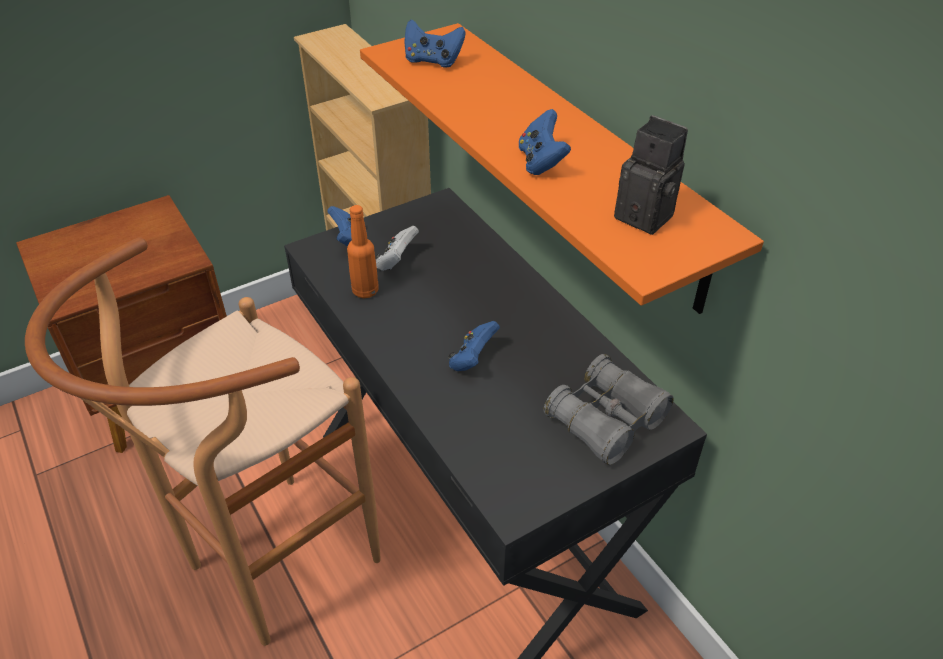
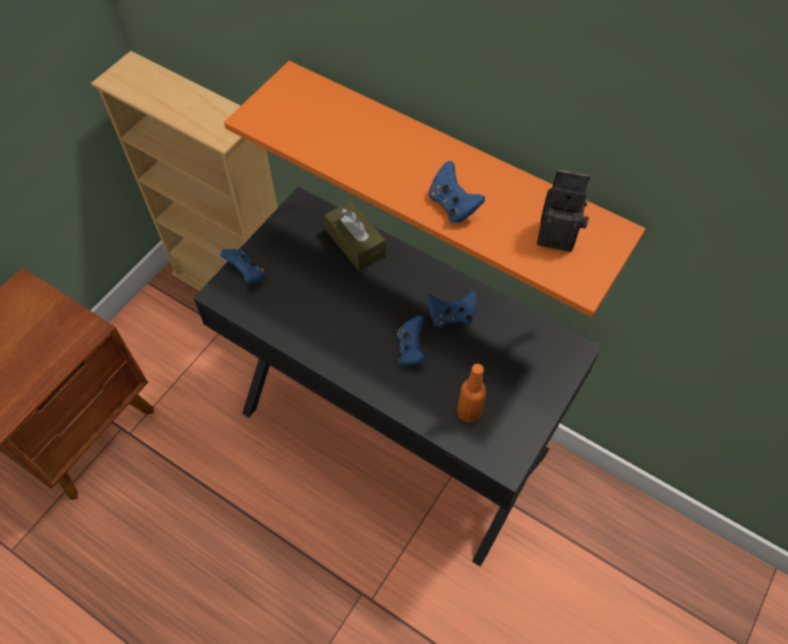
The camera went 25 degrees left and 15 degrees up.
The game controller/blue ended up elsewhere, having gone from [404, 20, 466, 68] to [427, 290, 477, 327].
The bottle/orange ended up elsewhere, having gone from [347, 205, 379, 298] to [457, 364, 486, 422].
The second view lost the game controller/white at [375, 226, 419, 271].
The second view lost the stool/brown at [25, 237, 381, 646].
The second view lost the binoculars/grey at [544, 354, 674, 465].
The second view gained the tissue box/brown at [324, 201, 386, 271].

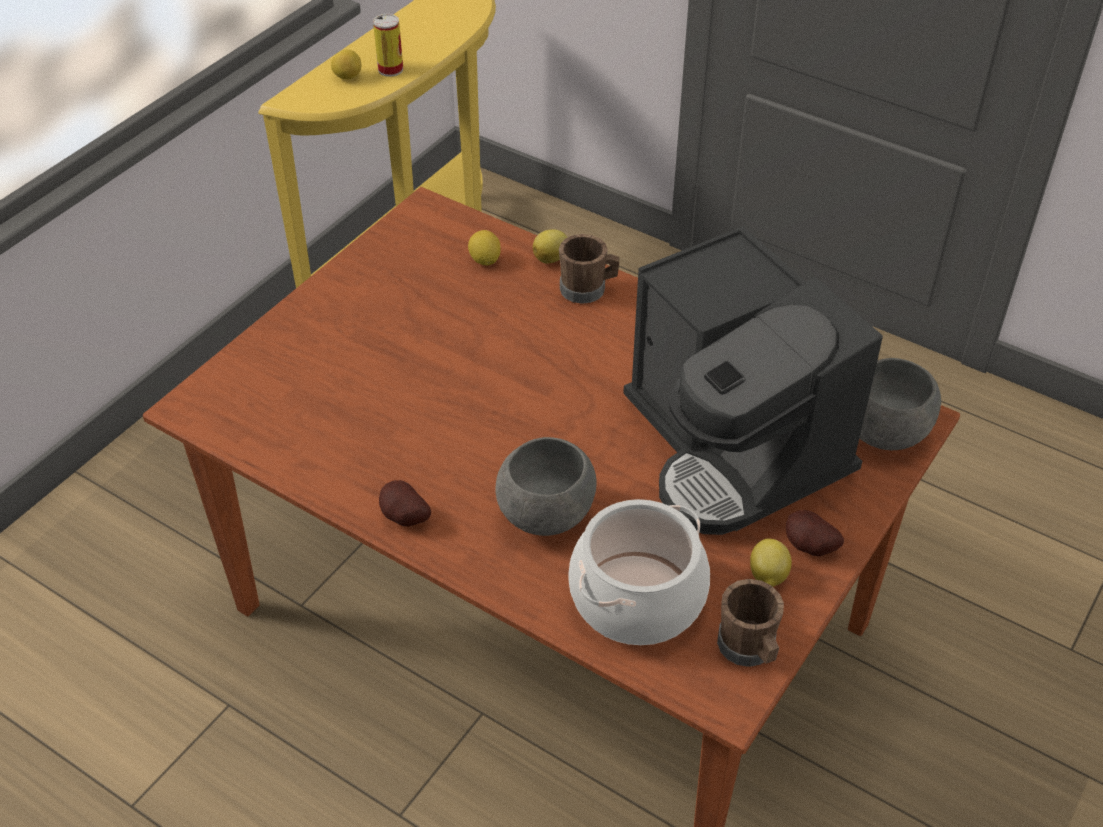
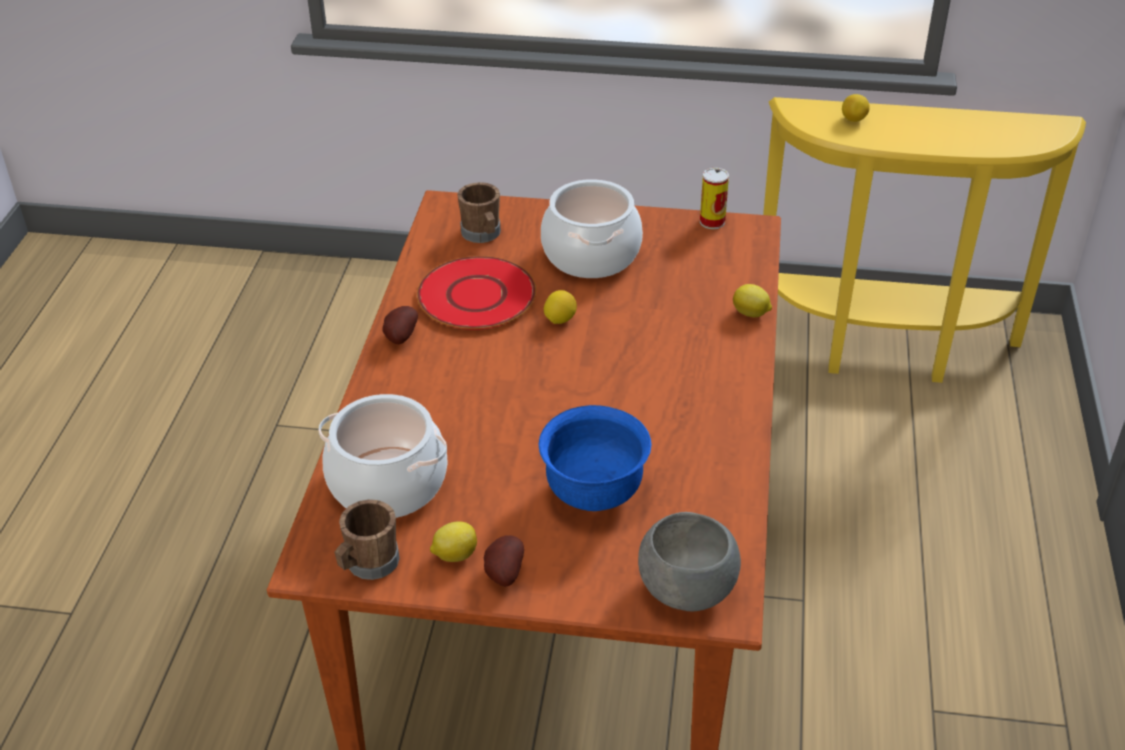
The camera went 65 degrees right and 5 degrees down.
The can ended up elsewhere, having gone from [373, 14, 403, 77] to [700, 168, 729, 229].
Where the coffee machine stood at [623, 226, 883, 535], the bowl/blue came to stand at [539, 405, 651, 511].
The lemon ended up elsewhere, having gone from [468, 230, 501, 266] to [544, 290, 577, 324].
The mug/brown ended up elsewhere, having gone from [559, 234, 619, 304] to [457, 182, 501, 243].
The second view lost the bowl/grey at [495, 437, 597, 536].
The second view gained the cooking pot at [541, 179, 643, 278].
The second view gained the plate/red at [417, 256, 536, 330].

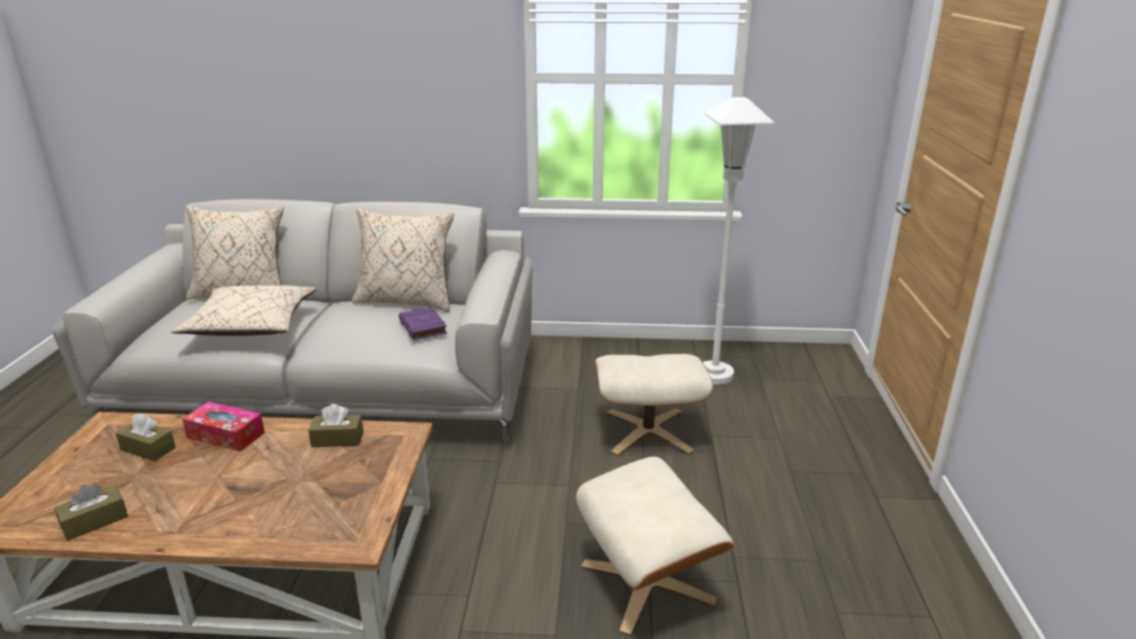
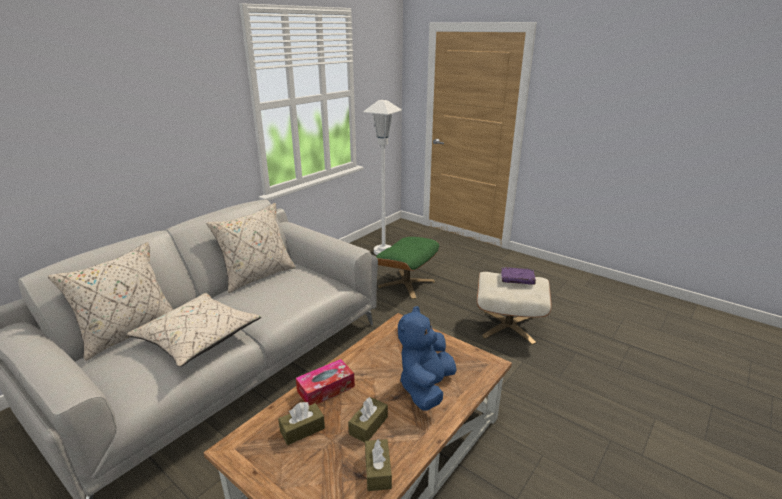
The camera went 55 degrees left and 0 degrees up.
The book/purple ended up elsewhere, having gone from [399, 307, 447, 340] to [501, 267, 536, 285].
What was the ottoman/beige at [594, 354, 713, 456] turned into the ottoman/green at [376, 237, 439, 299].
The tissue box/brown ended up elsewhere, having gone from [308, 404, 363, 447] to [348, 397, 388, 442].
The second view gained the plush toy/blue at [398, 306, 457, 411].

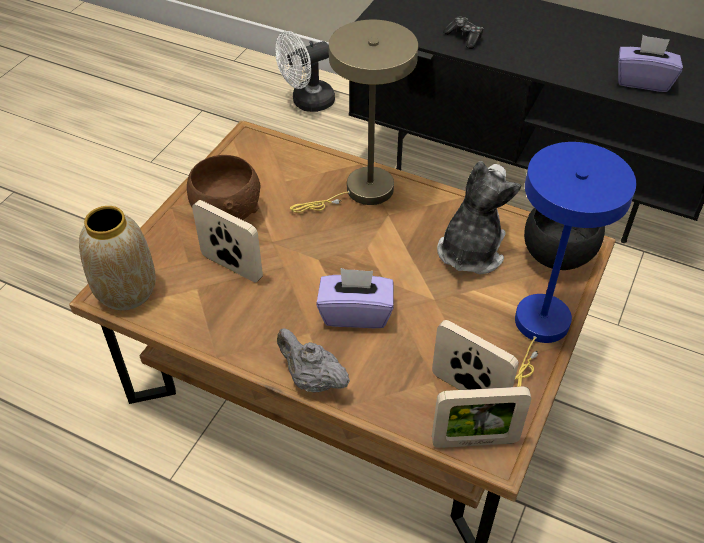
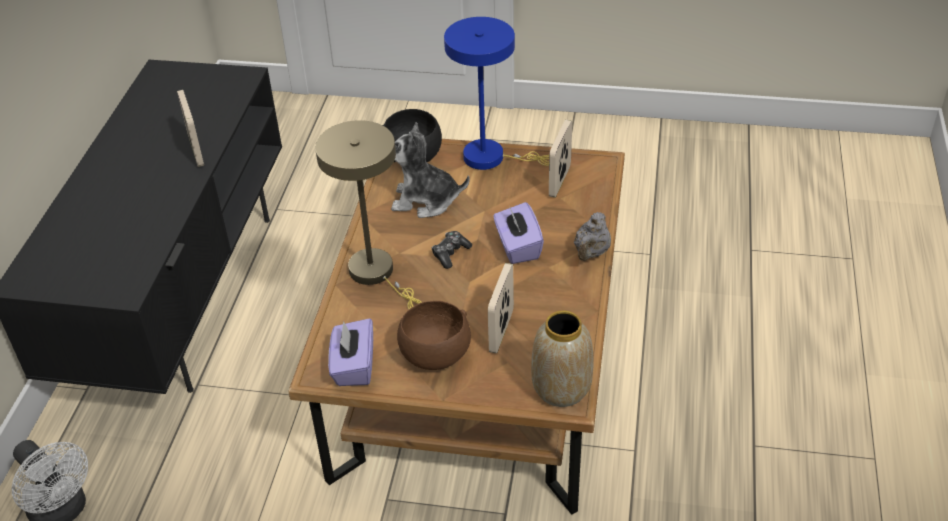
The camera went 105 degrees left and 5 degrees down.
The game controller ended up elsewhere, having gone from [443, 17, 484, 49] to [432, 231, 472, 269].
The tissue box/purple ended up elsewhere, having gone from [618, 35, 683, 92] to [328, 318, 373, 386].
The picture frame ended up elsewhere, having gone from [432, 387, 531, 448] to [177, 90, 204, 167].

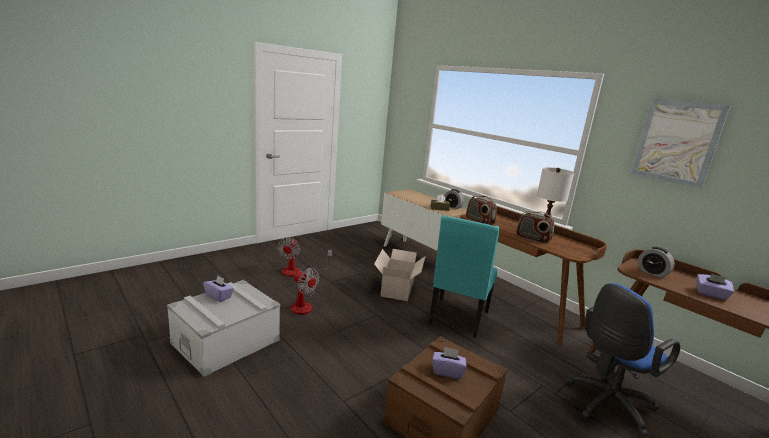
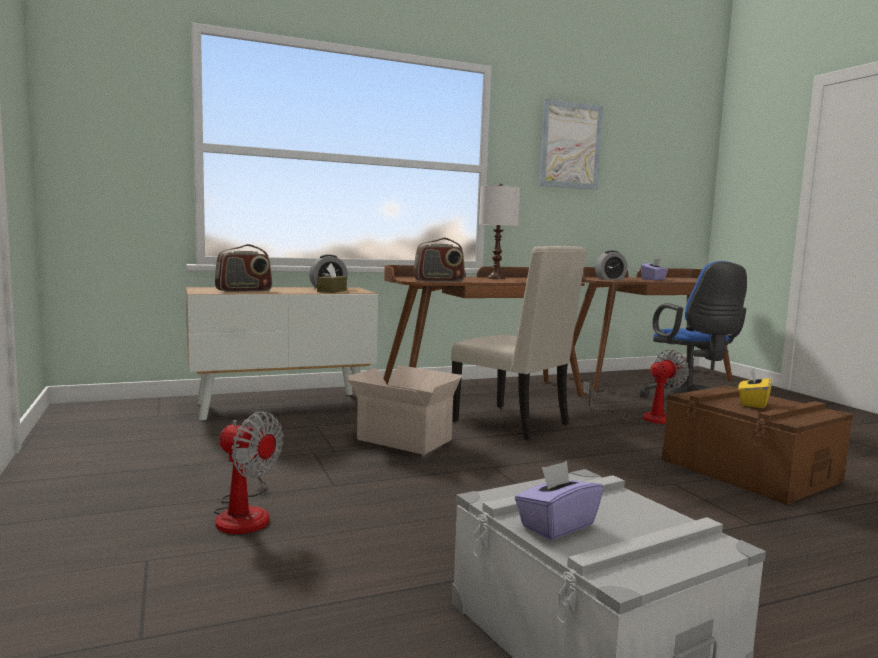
The camera went 70 degrees left and 10 degrees down.
The radio ended up elsewhere, having gone from [516, 211, 554, 244] to [215, 244, 272, 292].
What was the chair/turquoise at [429, 215, 500, 338] turned into the chair/beige at [451, 246, 586, 440].
The fan ended up elsewhere, having gone from [291, 268, 319, 315] to [583, 349, 689, 424].
What was the tissue box/purple at [432, 347, 467, 379] turned into the tissue box/yellow at [738, 369, 772, 408].

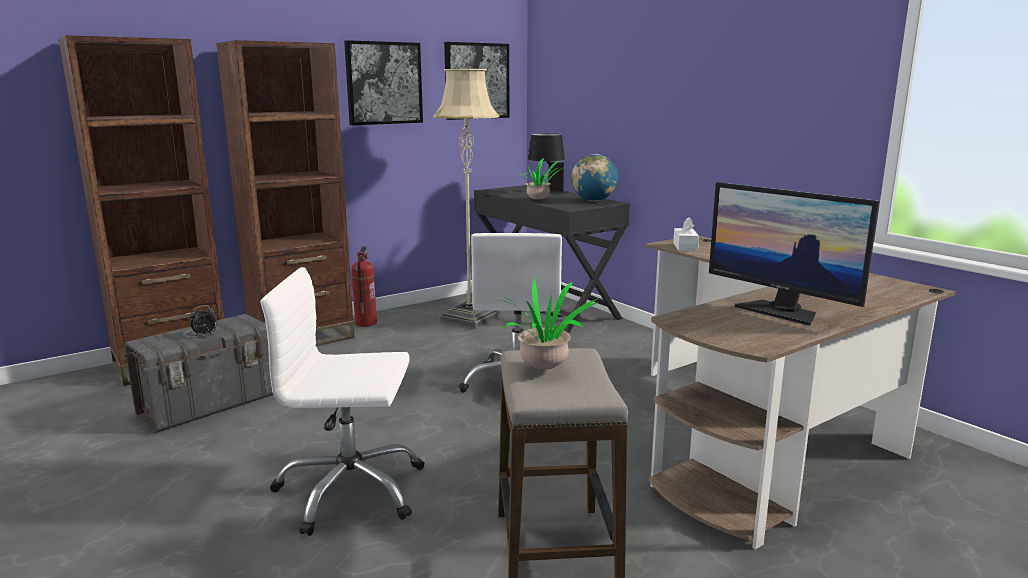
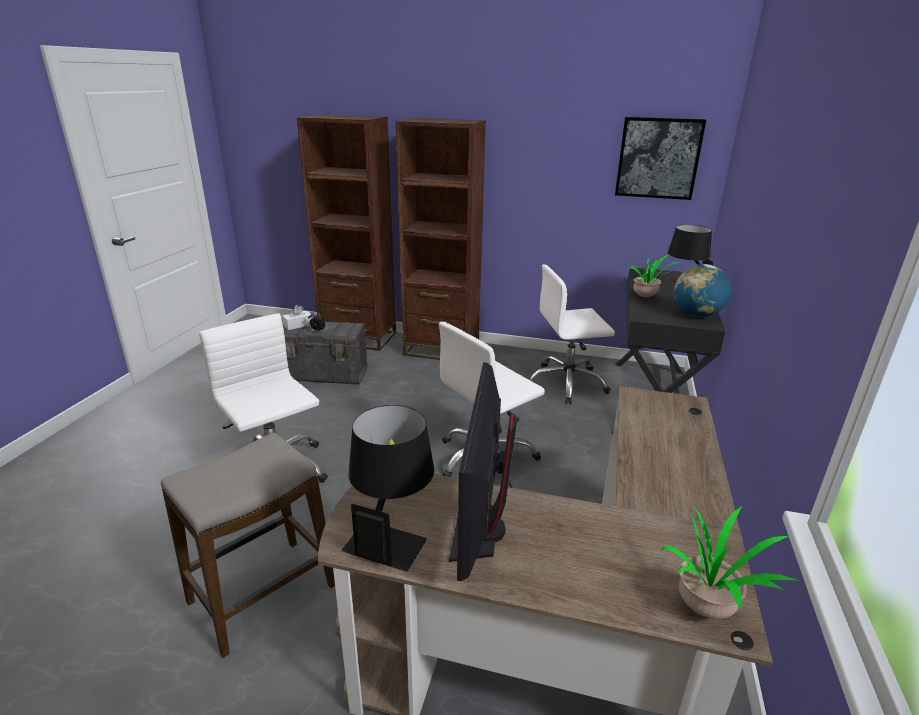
The camera went 50 degrees right and 10 degrees up.
The second view lost the picture at [344, 40, 423, 125].
Where the floor lamp/beige stood at [433, 69, 499, 329], the office chair/white came to stand at [530, 264, 615, 404].
The tissue box/white ended up elsewhere, having gone from [673, 217, 699, 251] to [282, 305, 312, 330].
The second view lost the fire extinguisher at [352, 246, 377, 327].
The potted plant ended up elsewhere, having gone from [501, 278, 599, 370] to [661, 505, 801, 619].
The second view gained the table lamp/black at [342, 405, 434, 571].

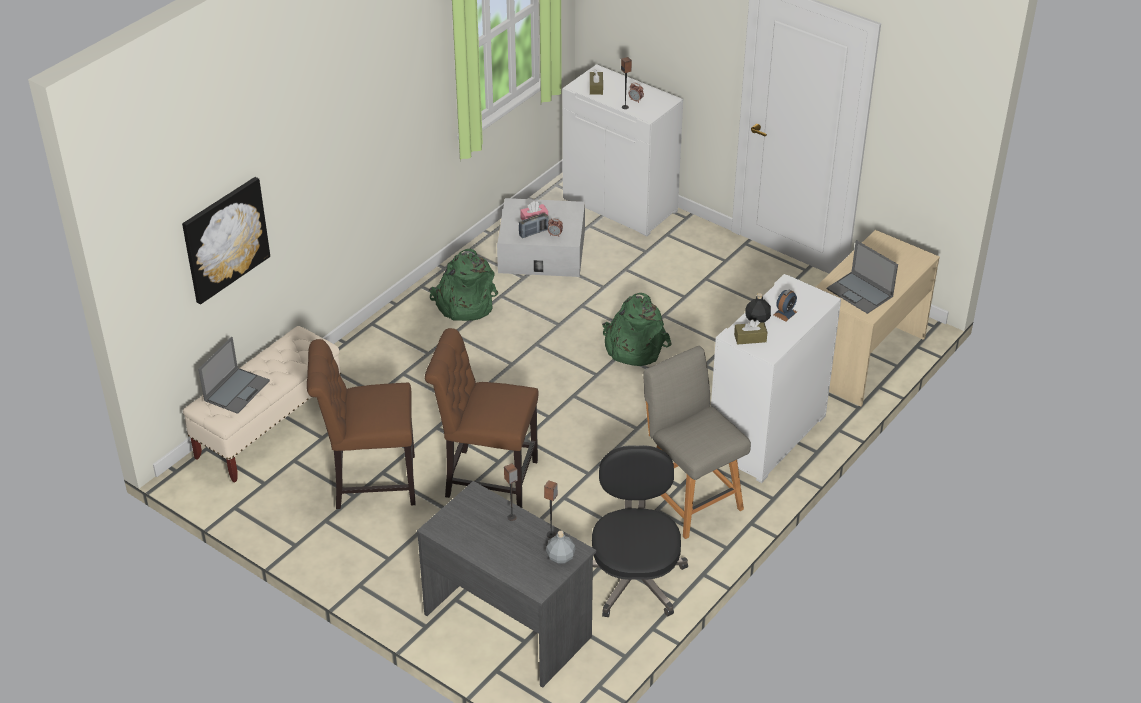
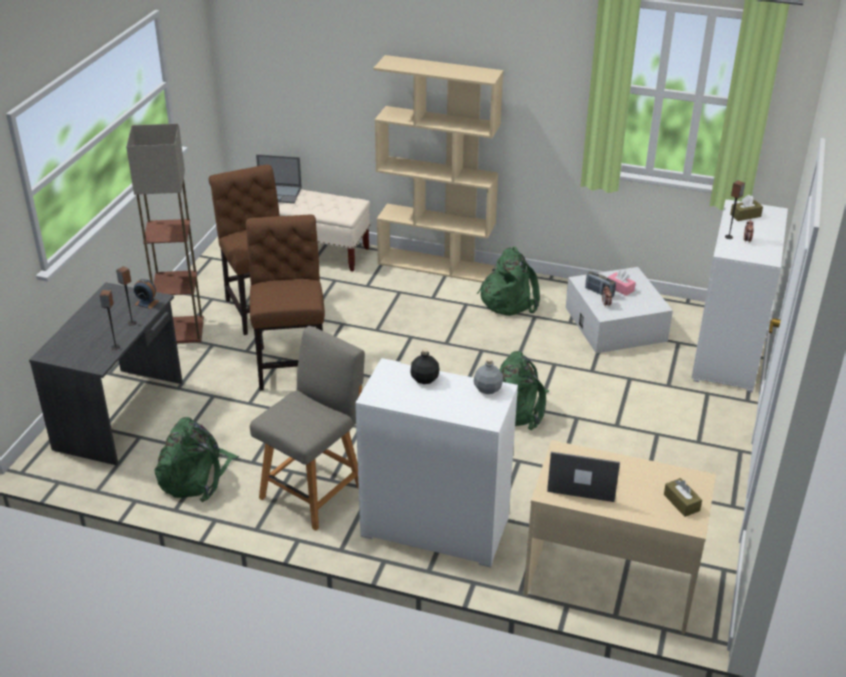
The camera went 70 degrees right and 5 degrees down.
The second view lost the picture at [182, 177, 270, 304].
The laptop at [827, 240, 898, 314] ended up facing another way, 75 degrees clockwise from before.
The alarm clock ended up elsewhere, having gone from [774, 290, 797, 321] to [134, 279, 159, 309].
The tissue box/brown ended up elsewhere, having gone from [734, 319, 767, 344] to [664, 478, 702, 517].
Where the office chair/black stood at [592, 445, 688, 617], the backpack/green came to stand at [154, 417, 239, 502].
The bottle/grey ended up elsewhere, having gone from [546, 531, 575, 564] to [474, 358, 503, 394].
The second view gained the bookcase/beige at [374, 55, 503, 283].
The second view gained the floor lamp at [126, 124, 204, 343].

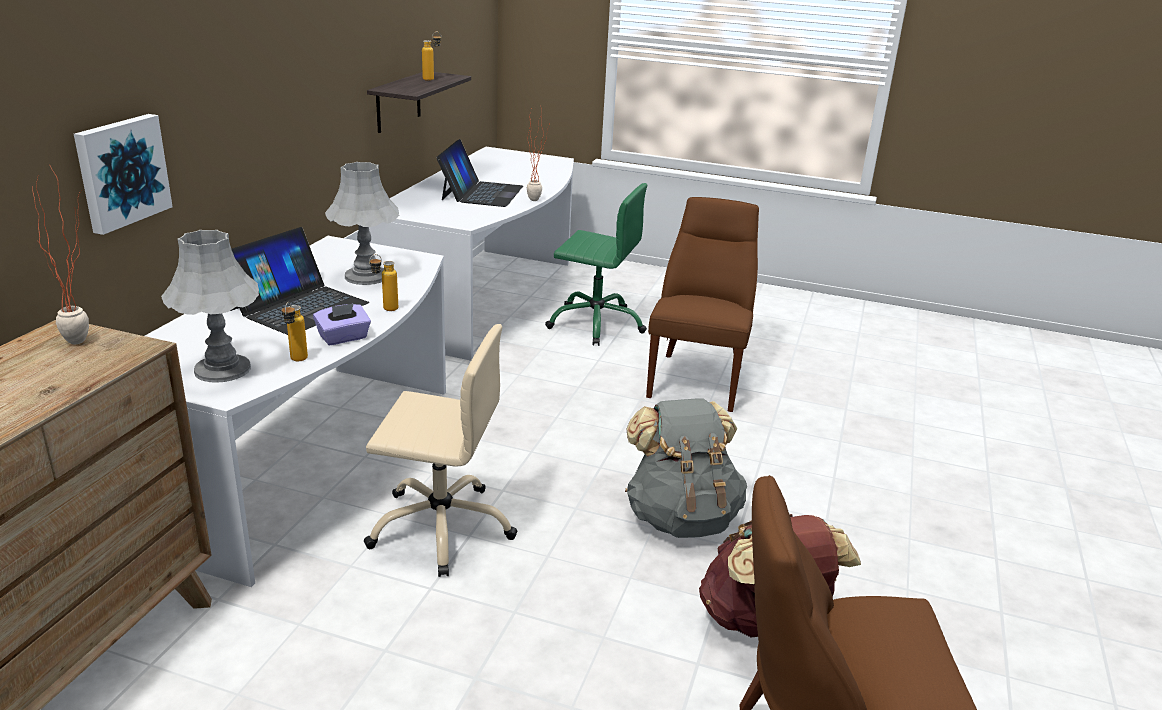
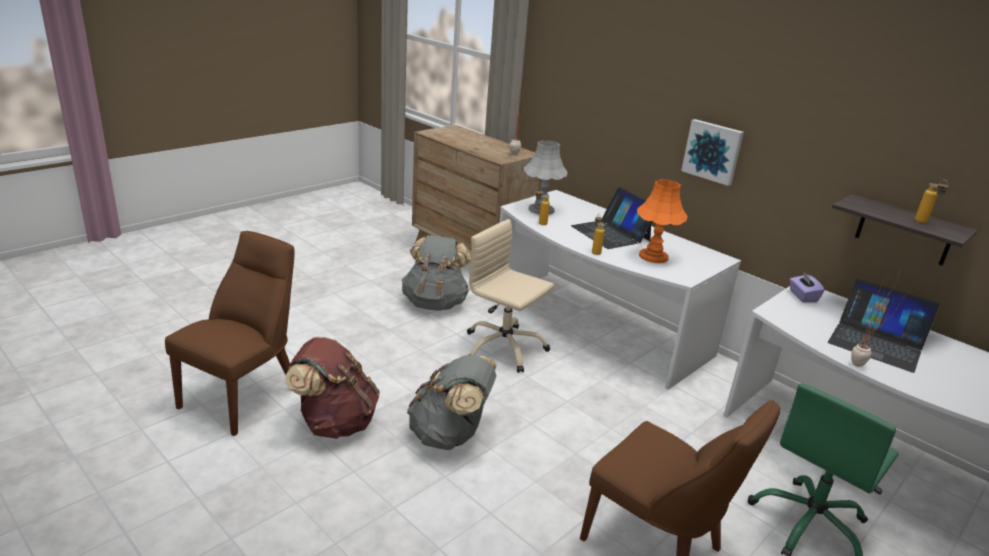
The camera went 115 degrees right and 0 degrees up.
The picture ended up elsewhere, having gone from [74, 114, 173, 235] to [681, 119, 744, 186].
What was the table lamp/grey at [325, 162, 399, 285] turned into the table lamp/orange at [637, 180, 688, 263].
The tissue box/purple ended up elsewhere, having gone from [313, 303, 371, 345] to [790, 273, 825, 303].
The office chair/beige at [364, 324, 517, 577] ended up facing another way, 90 degrees clockwise from before.
The second view gained the backpack/grey at [402, 235, 471, 311].

